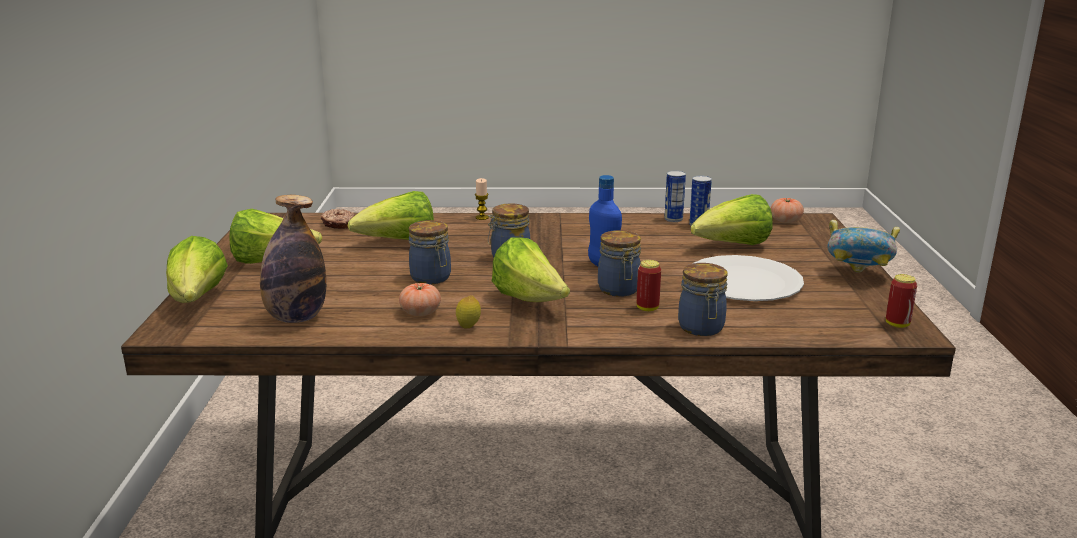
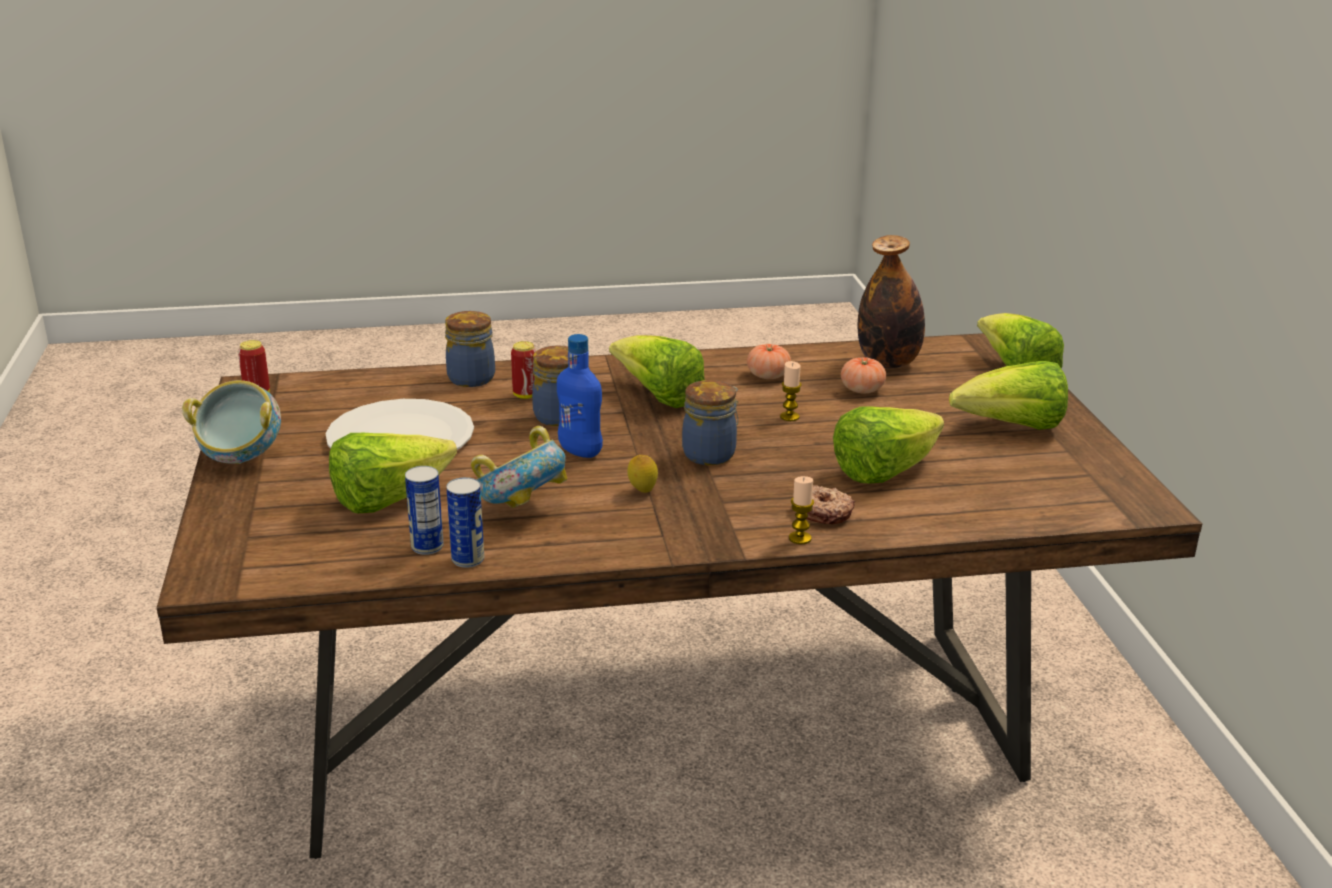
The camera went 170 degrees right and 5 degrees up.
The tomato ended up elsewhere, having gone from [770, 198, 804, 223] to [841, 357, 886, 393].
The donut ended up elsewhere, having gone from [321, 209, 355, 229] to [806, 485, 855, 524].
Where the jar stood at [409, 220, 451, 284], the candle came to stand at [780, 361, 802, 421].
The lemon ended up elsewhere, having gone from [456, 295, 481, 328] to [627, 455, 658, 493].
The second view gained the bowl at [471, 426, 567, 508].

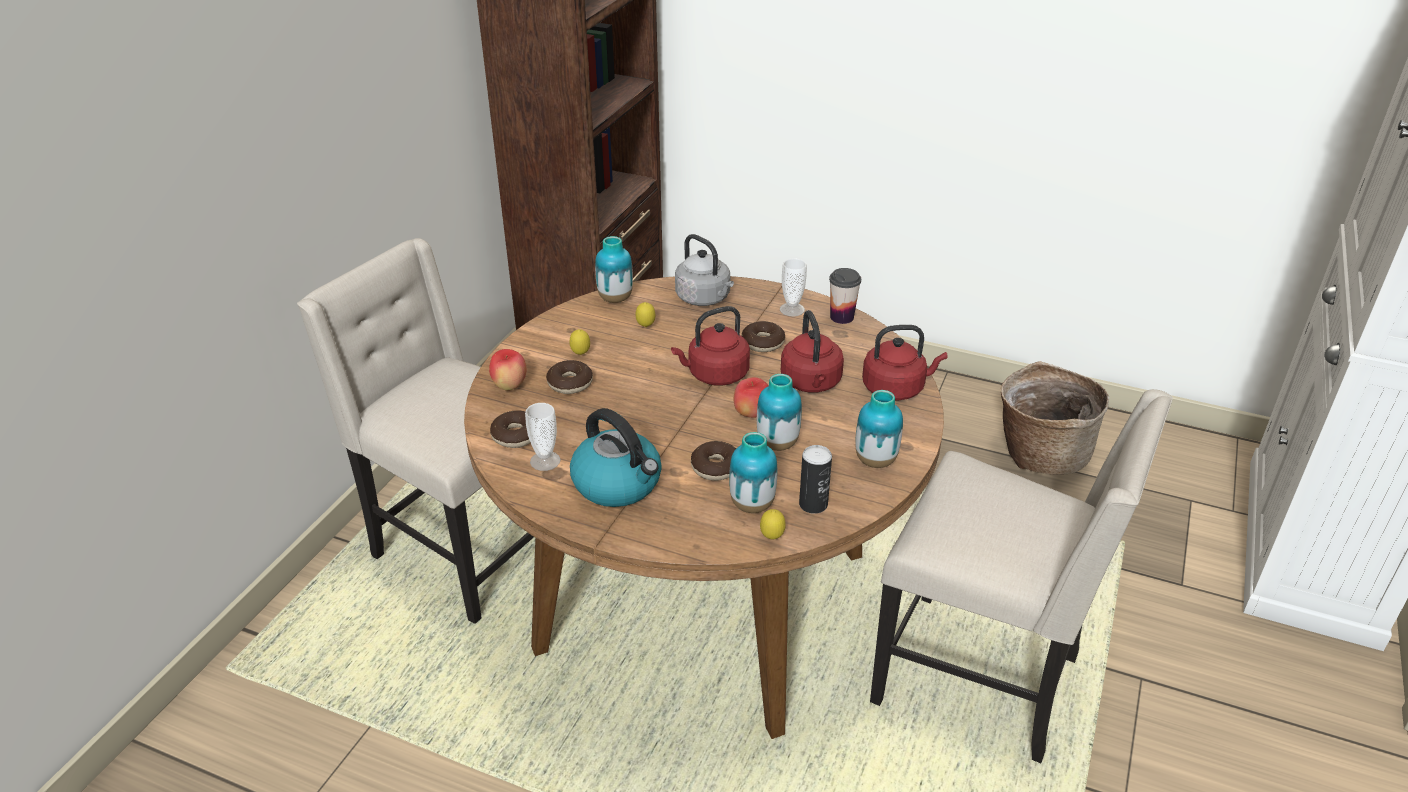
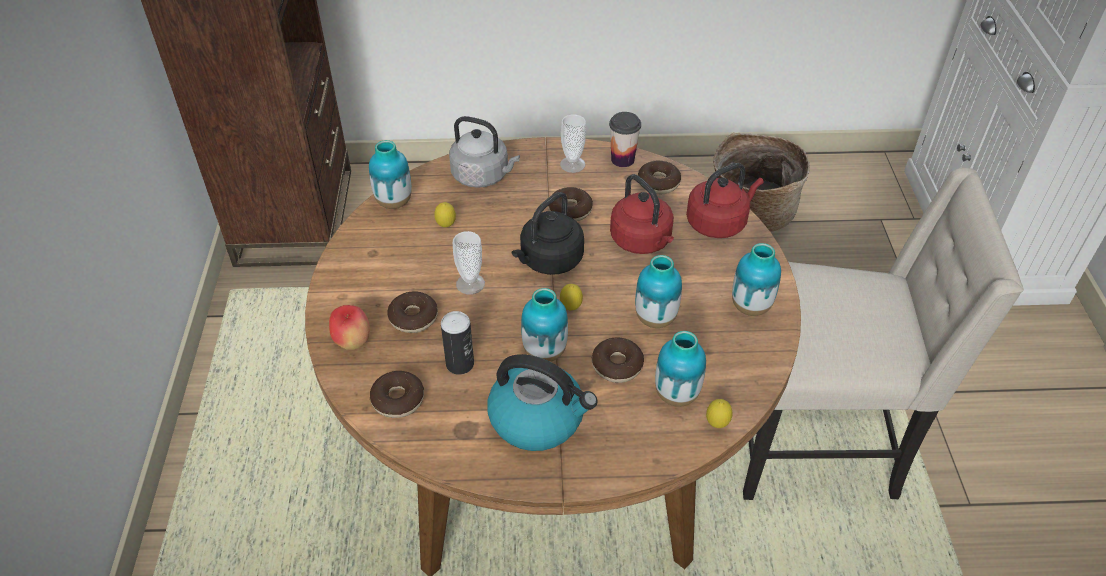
The camera went 25 degrees left and 10 degrees up.
The second view lost the chair/beige at [297, 238, 534, 624].
What was the kettle/red at [671, 306, 750, 386] turned into the kettle/black at [511, 192, 584, 275].
The lemon ended up elsewhere, having gone from [569, 329, 590, 355] to [560, 284, 583, 311].
The second view lost the apple at [734, 377, 768, 418].
The cup ended up elsewhere, having gone from [525, 403, 561, 471] to [453, 231, 485, 295].
The can ended up elsewhere, having gone from [799, 445, 832, 514] to [441, 311, 474, 375].
The second view gained the donut at [638, 160, 681, 194].
The second view gained the vase at [521, 288, 568, 362].

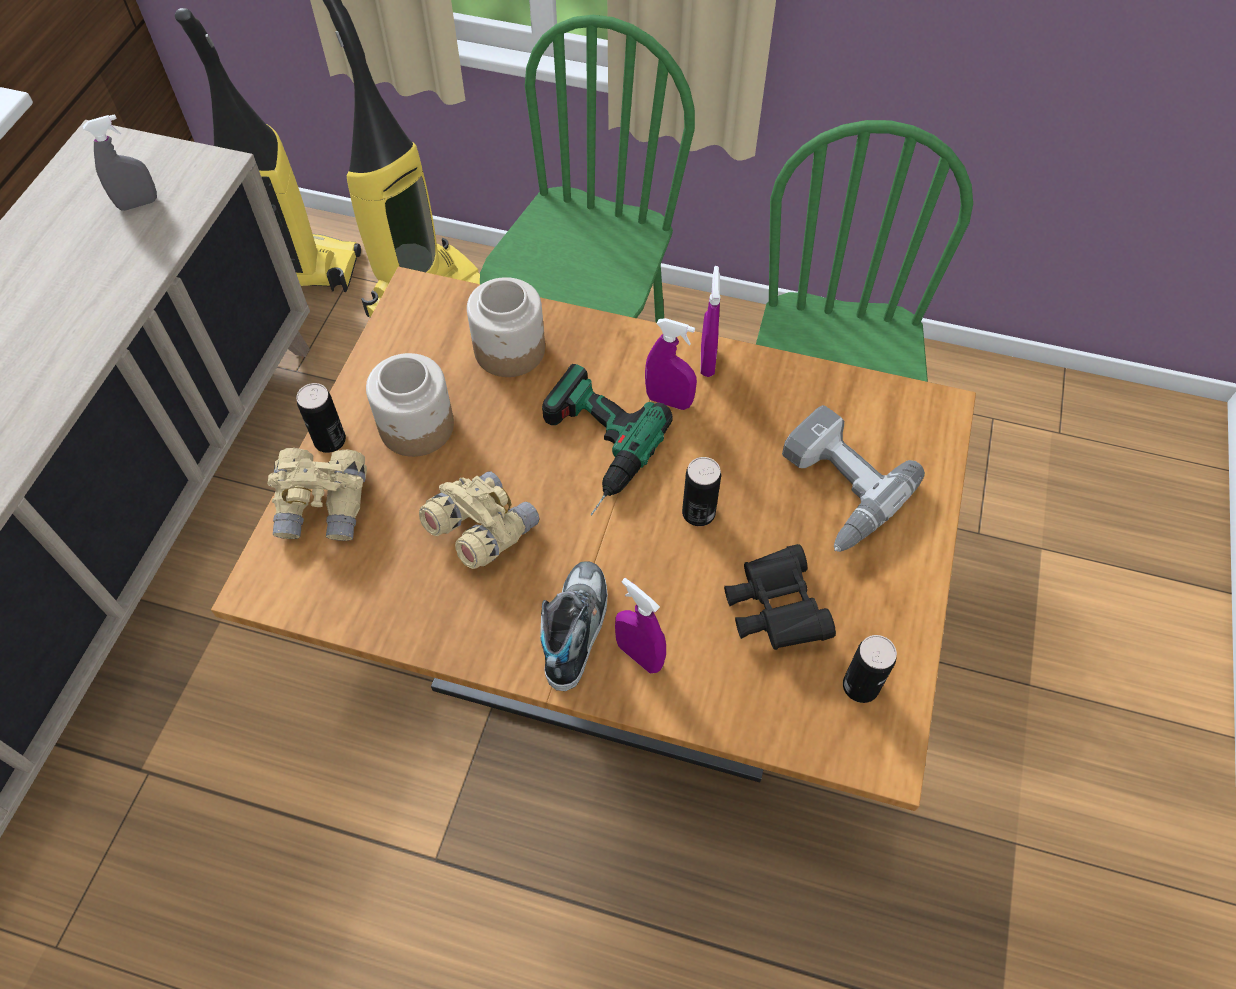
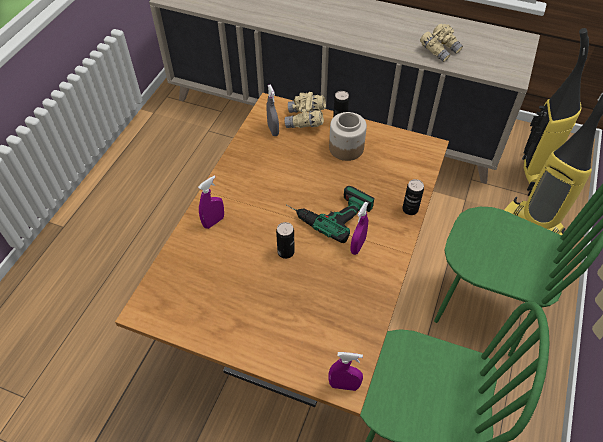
The camera went 95 degrees right and 5 degrees down.
The spray bottle/grey ended up elsewhere, having gone from [83, 114, 157, 211] to [266, 85, 279, 136].
The spray bottle/purple ended up elsewhere, having gone from [701, 266, 720, 377] to [328, 352, 363, 391].
The second view lost the jar at [467, 277, 545, 377].
The second view lost the power drill at [782, 405, 925, 552].
The binoculars/beige ended up elsewhere, having gone from [419, 472, 539, 569] to [420, 24, 463, 62].
The second view lost the binoculars/black at [724, 544, 836, 650].
The second view lost the shoe at [540, 561, 608, 691].
The can ended up elsewhere, having gone from [843, 635, 897, 703] to [402, 179, 424, 215].

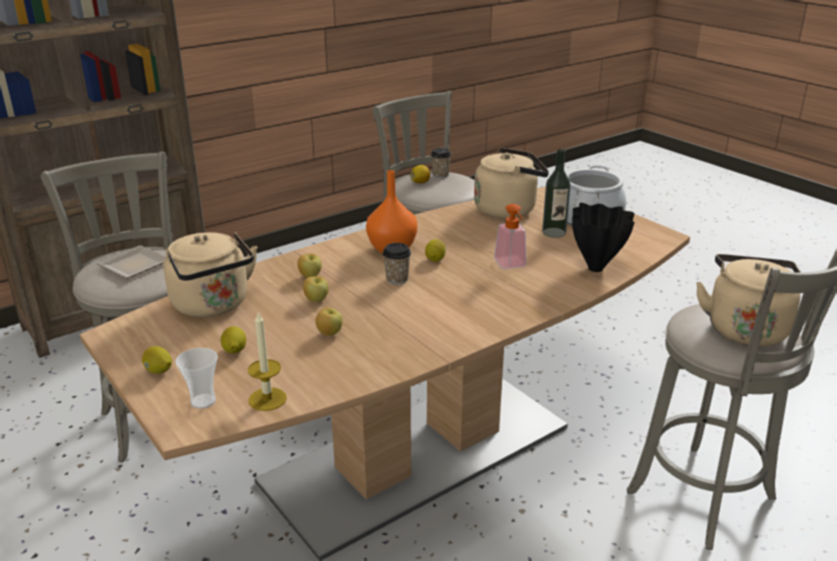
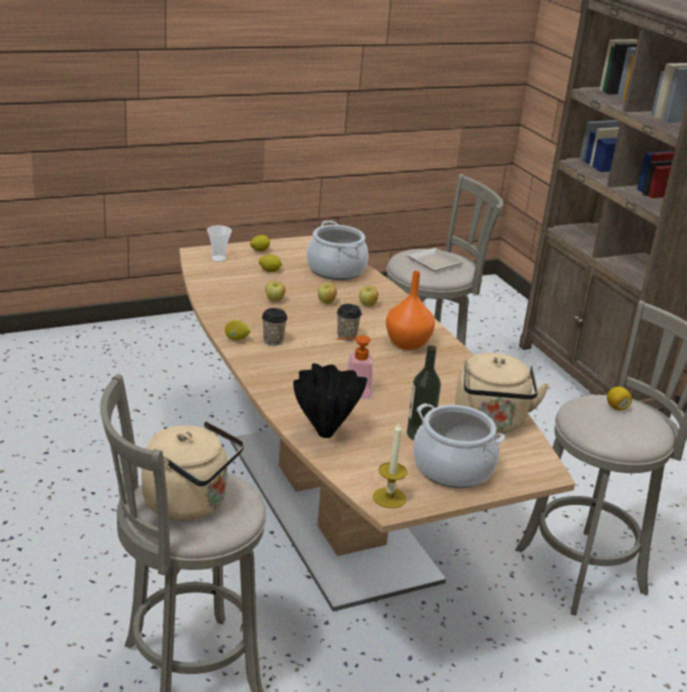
The camera went 100 degrees right and 0 degrees up.
The cup ended up elsewhere, having gone from [431, 148, 451, 178] to [262, 308, 287, 346].
Where the kettle/beige stood at [163, 232, 258, 317], the cooking pot came to stand at [306, 221, 368, 280].
The lemon ended up elsewhere, having gone from [425, 239, 446, 262] to [225, 320, 250, 340].
The candle ended up elsewhere, having gone from [248, 313, 287, 411] to [373, 423, 407, 508].

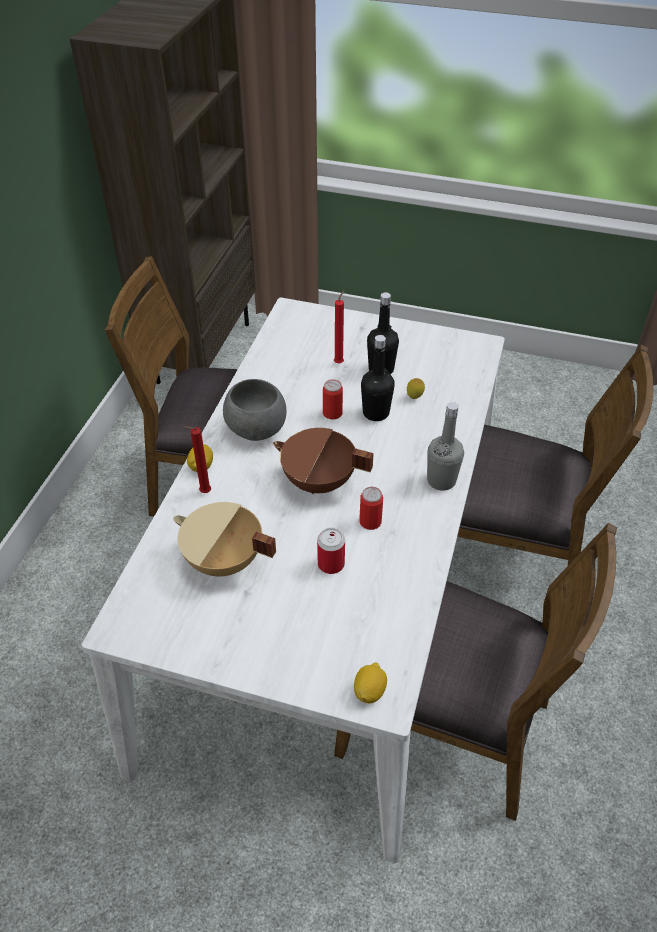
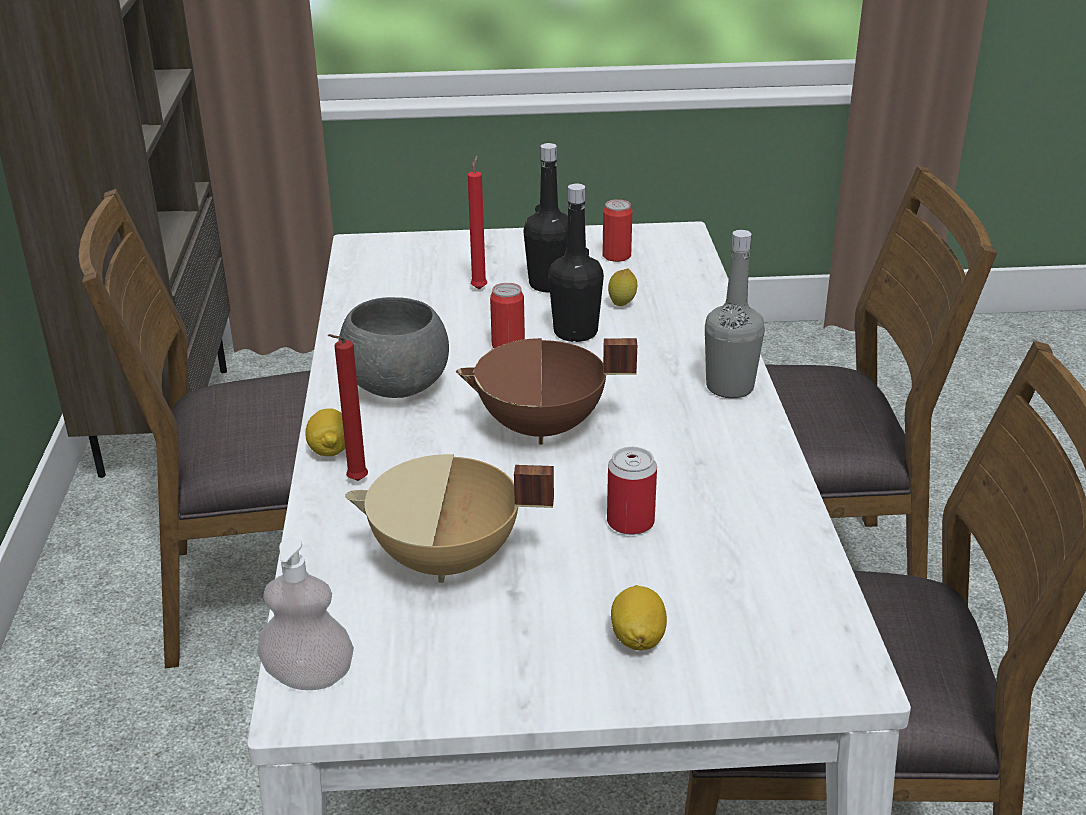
The camera went 20 degrees left and 15 degrees down.
The can ended up elsewhere, having gone from [359, 487, 383, 530] to [602, 199, 632, 262].
The lemon ended up elsewhere, having gone from [354, 663, 387, 703] to [611, 585, 667, 650].
The second view gained the soap dispenser at [257, 538, 354, 690].

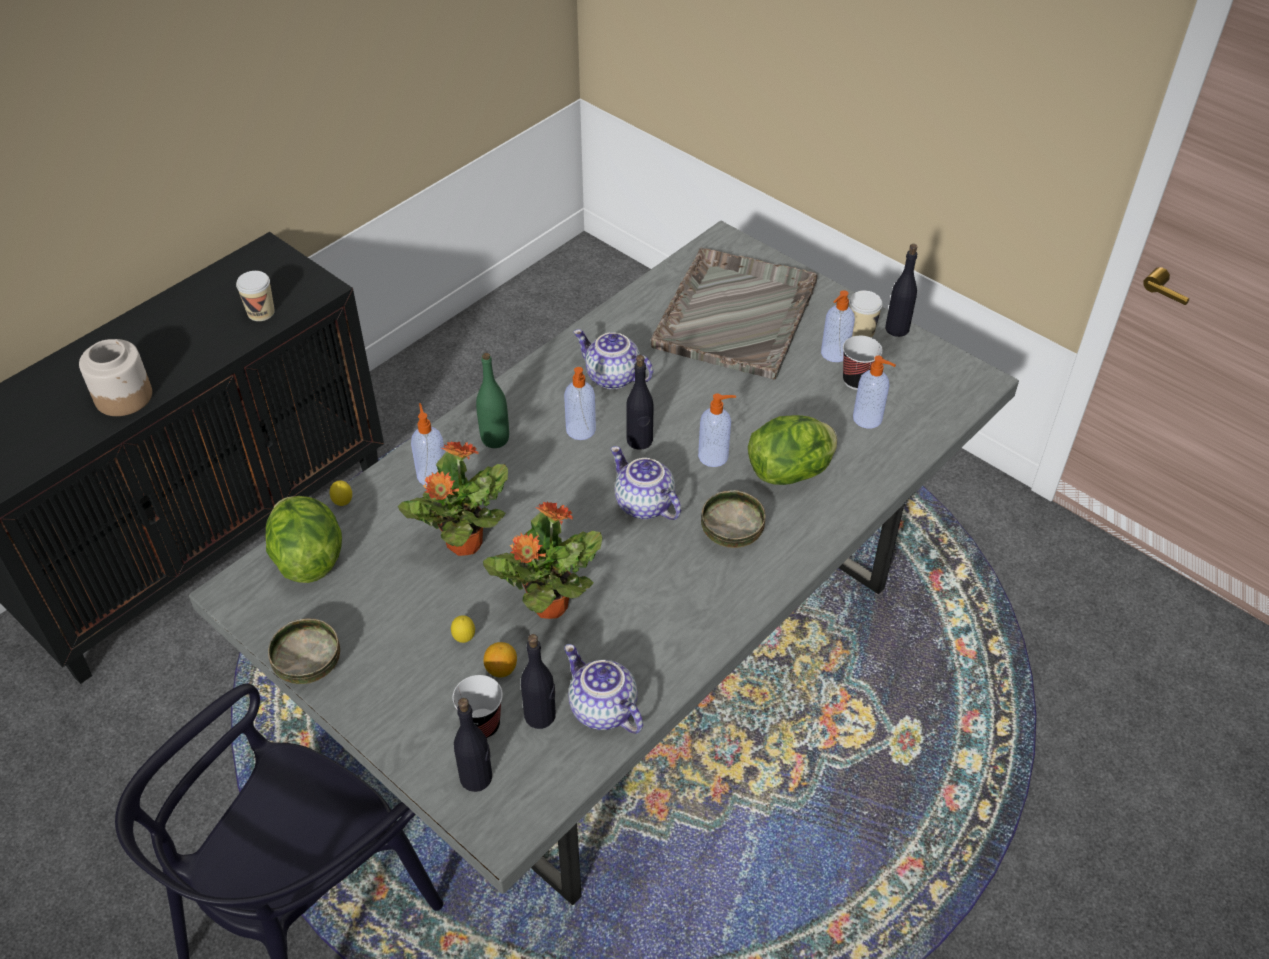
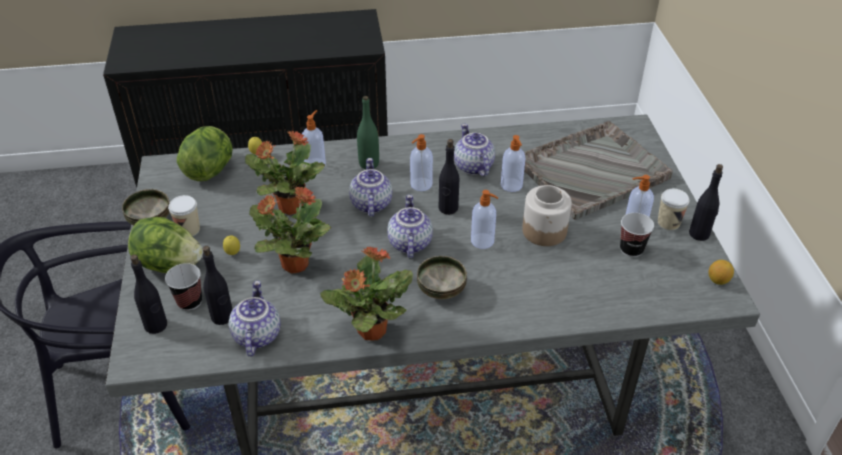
The camera went 40 degrees right and 5 degrees down.
The cup ended up elsewhere, having gone from [236, 271, 275, 321] to [168, 195, 200, 236].
The jar ended up elsewhere, having gone from [79, 339, 152, 416] to [522, 185, 572, 246].
The soap dispenser ended up elsewhere, having gone from [853, 356, 896, 428] to [501, 135, 526, 192].
The lettuce ended up elsewhere, having gone from [748, 415, 837, 485] to [128, 217, 203, 273].
The lemon ended up elsewhere, having gone from [484, 642, 517, 678] to [709, 260, 734, 285].
The second view gained the teapot at [349, 158, 392, 217].
The second view gained the potted plant at [320, 247, 413, 340].

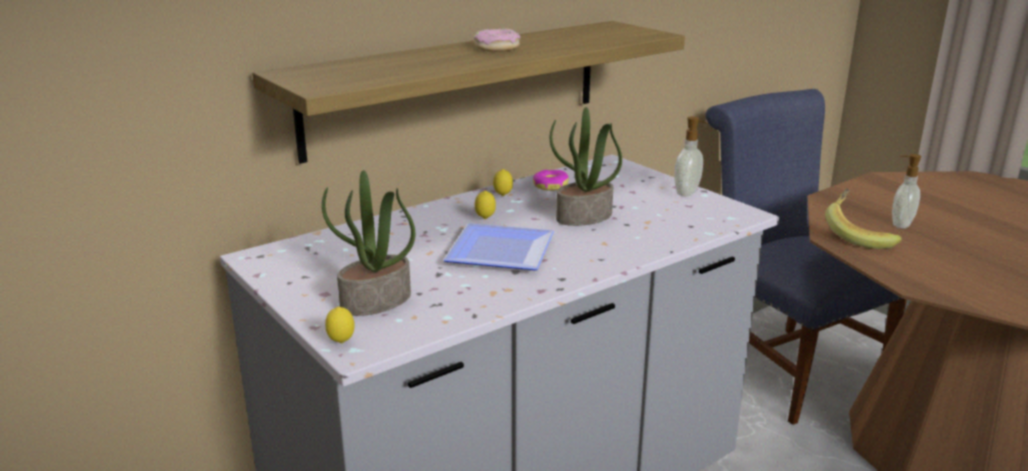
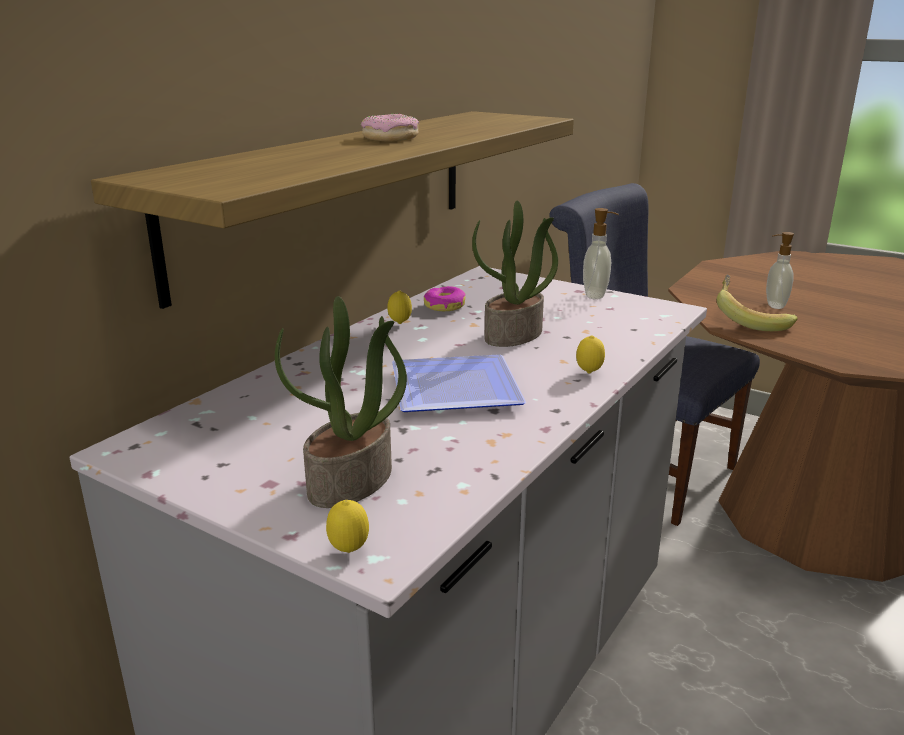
The camera went 20 degrees left and 0 degrees up.
The lemon ended up elsewhere, having gone from [475, 190, 496, 219] to [576, 335, 605, 374].

